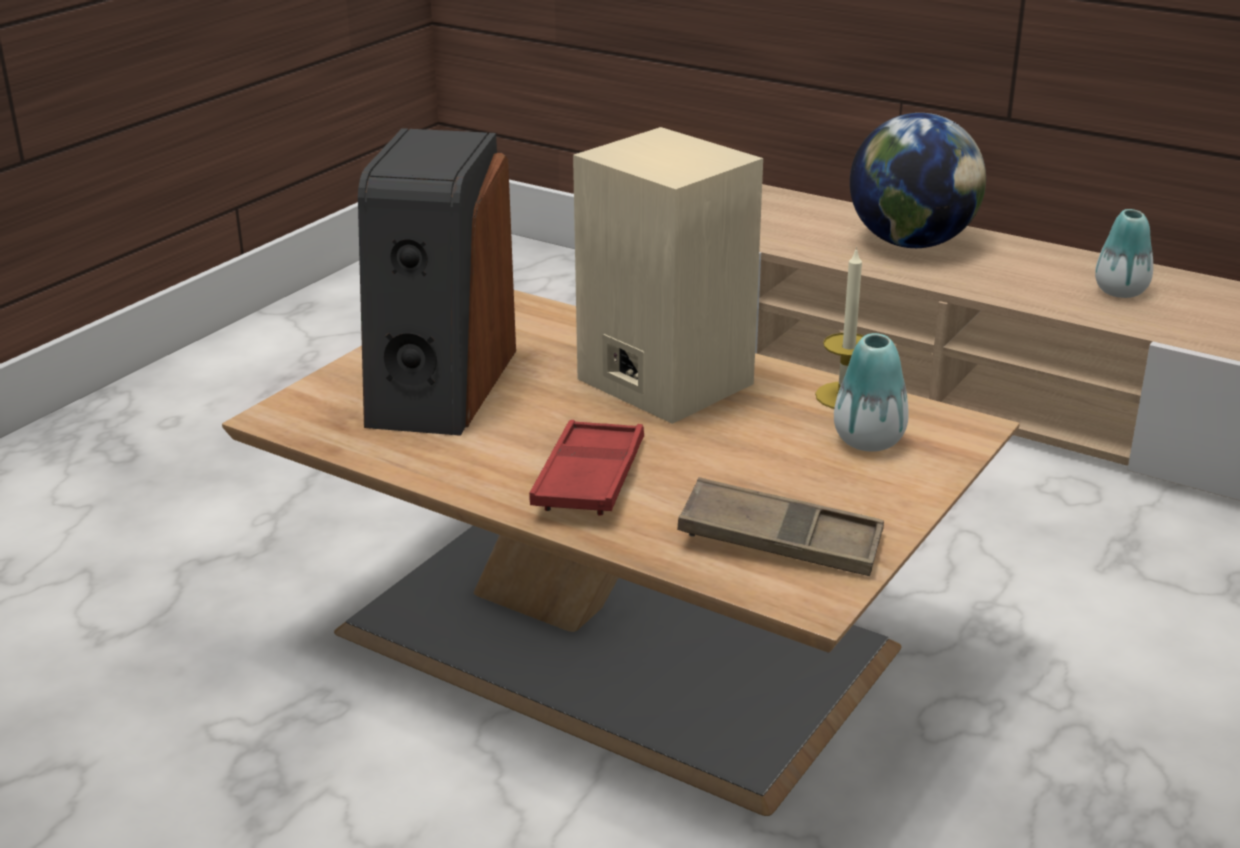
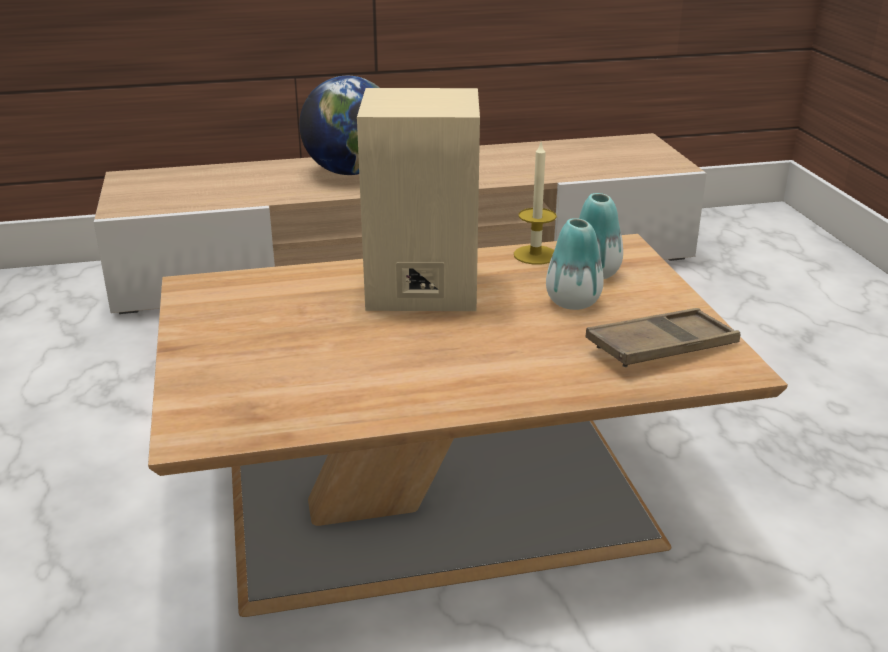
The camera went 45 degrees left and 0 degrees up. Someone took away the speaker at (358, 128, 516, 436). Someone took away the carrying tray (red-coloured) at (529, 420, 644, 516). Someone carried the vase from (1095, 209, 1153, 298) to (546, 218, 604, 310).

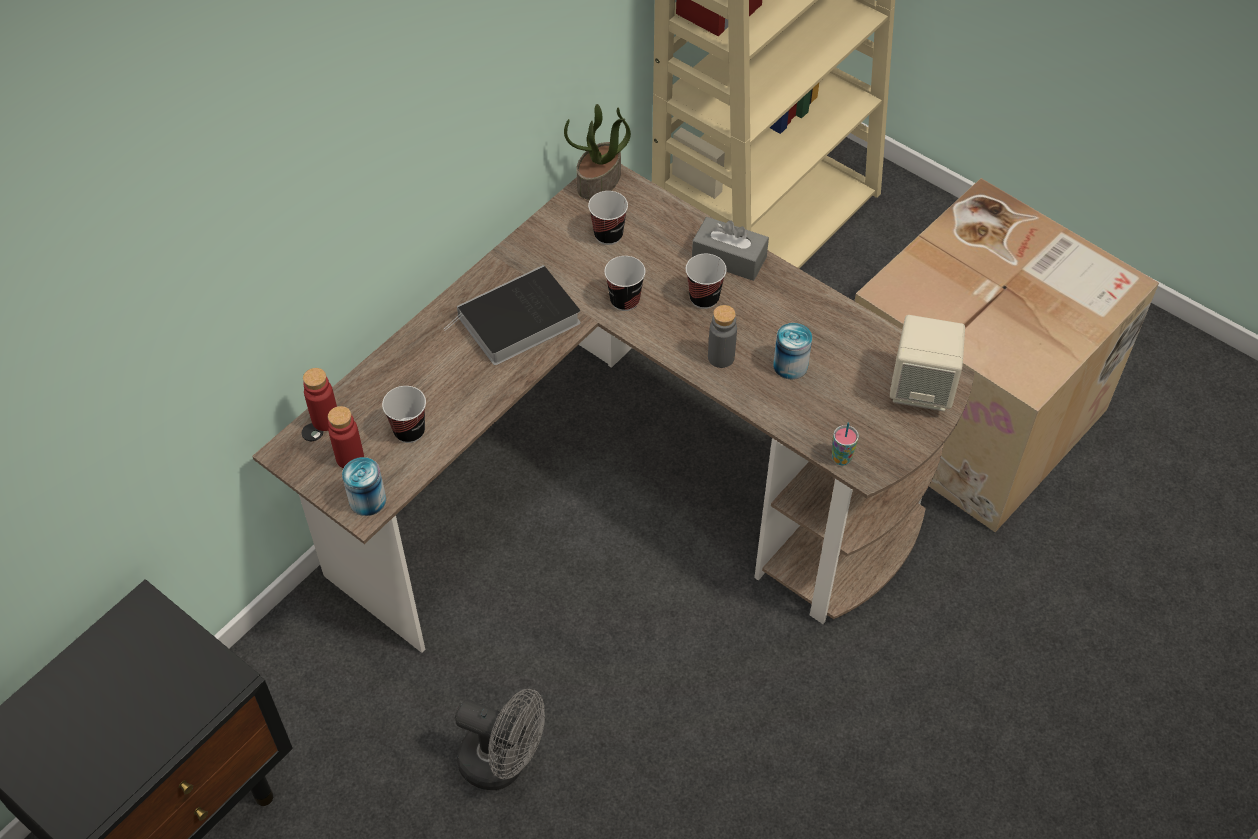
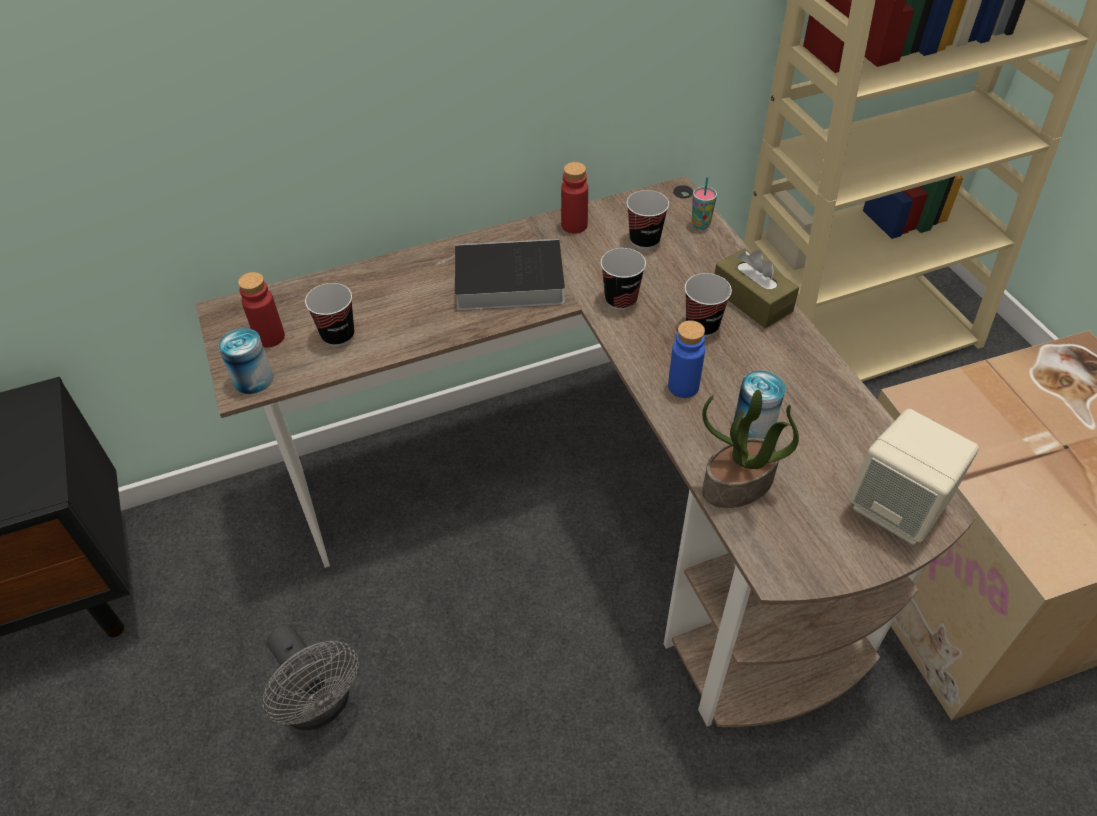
The camera went 30 degrees right and 5 degrees down. Someone carried the beverage bottle (red-coloured) from (303, 368, 337, 431) to (561, 162, 588, 234). Someone carried the plant in a pot from (564, 104, 631, 200) to (702, 390, 799, 508). Someone carried the small cup from (832, 422, 859, 465) to (692, 177, 717, 230). Someone repainted the tissue holder (grey) at (692, 217, 769, 281), which became the tissue holder (brownish) at (715, 248, 799, 328). Someone repainted the beverage bottle (grey) at (708, 305, 737, 368), which became the beverage bottle (blue) at (668, 320, 705, 398).

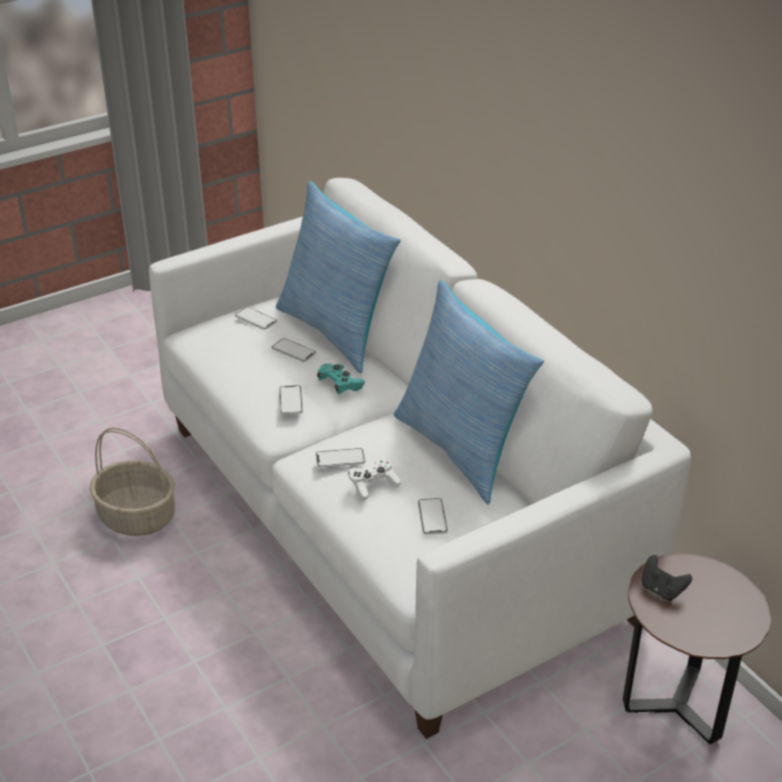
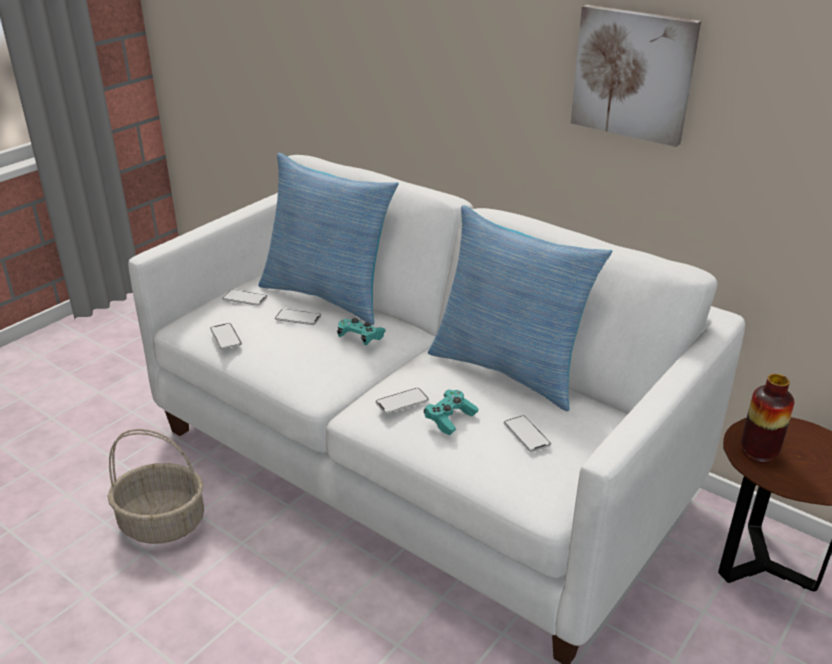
The camera went 20 degrees left and 5 degrees down. Someone put up the wall picture at (571, 5, 701, 147). Someone carried the phone from (279, 385, 303, 415) to (210, 323, 242, 349). Someone swapped the joypad (blackish) at (642, 555, 692, 601) for the vase at (741, 374, 795, 463). Someone repainted the joypad (whitish) at (348, 458, 401, 501), which became the joypad (turquoise) at (424, 390, 478, 435).

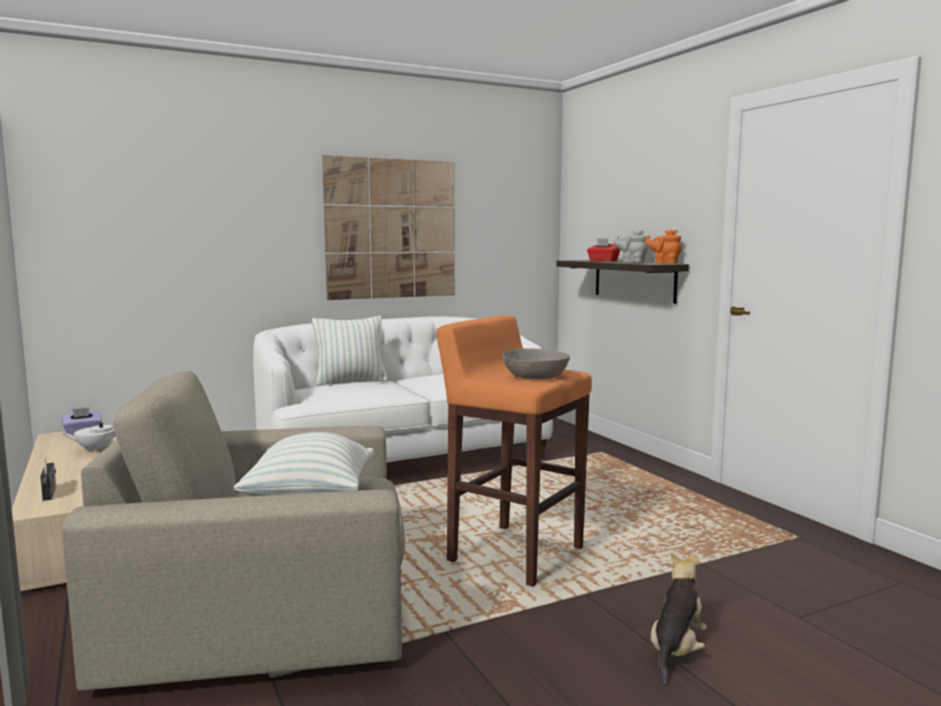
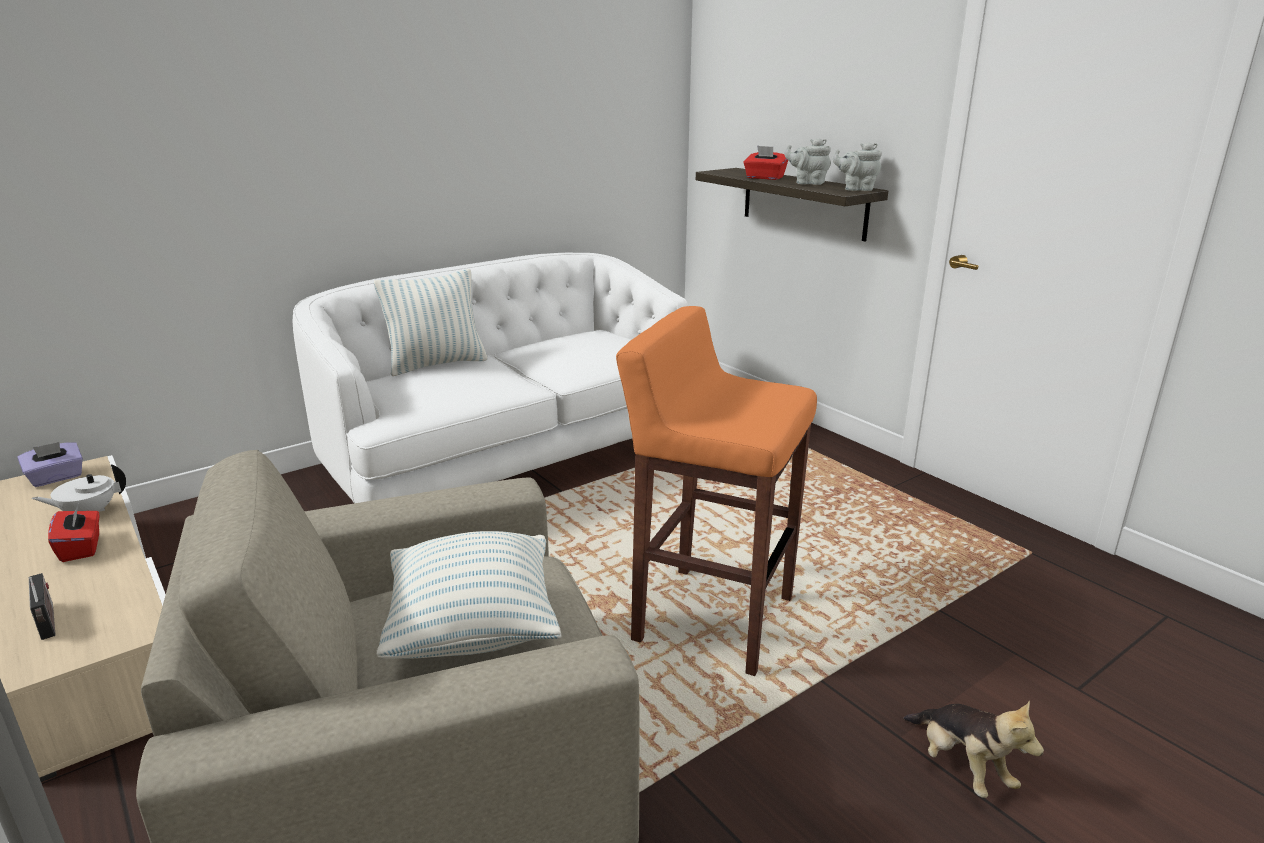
The camera went 10 degrees left and 15 degrees up. Someone took away the wall picture at (322, 155, 455, 300). Someone took away the serving bowl (grey) at (503, 348, 570, 379). Someone put down the tissue holder (red-coloured) at (48, 503, 99, 562). Someone repainted the teapot (orange) at (645, 230, 682, 264), which became the teapot (grey) at (832, 142, 882, 191). Someone rotated the plush toy at (651, 553, 707, 685) by 135 degrees clockwise.

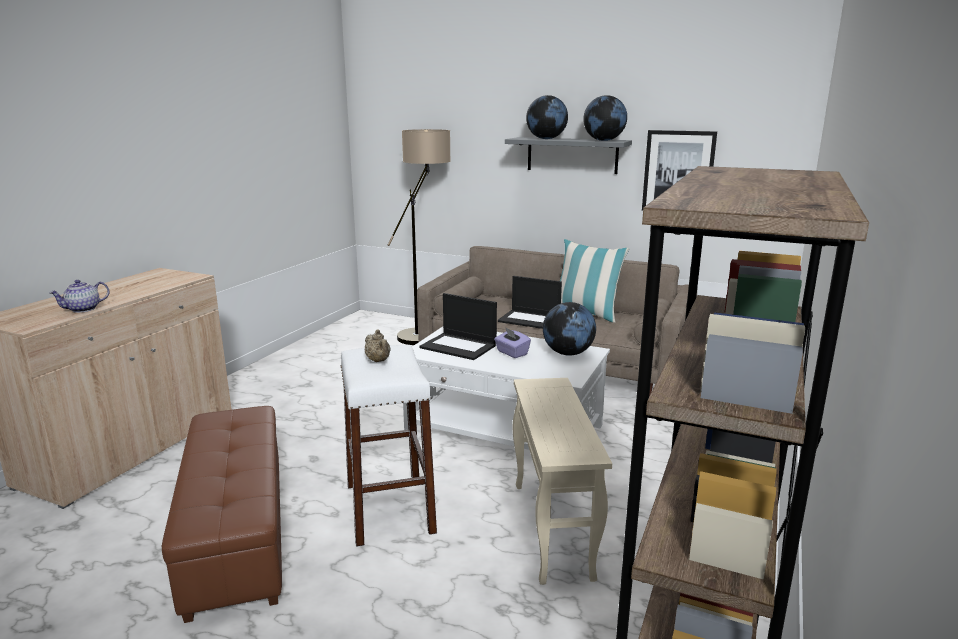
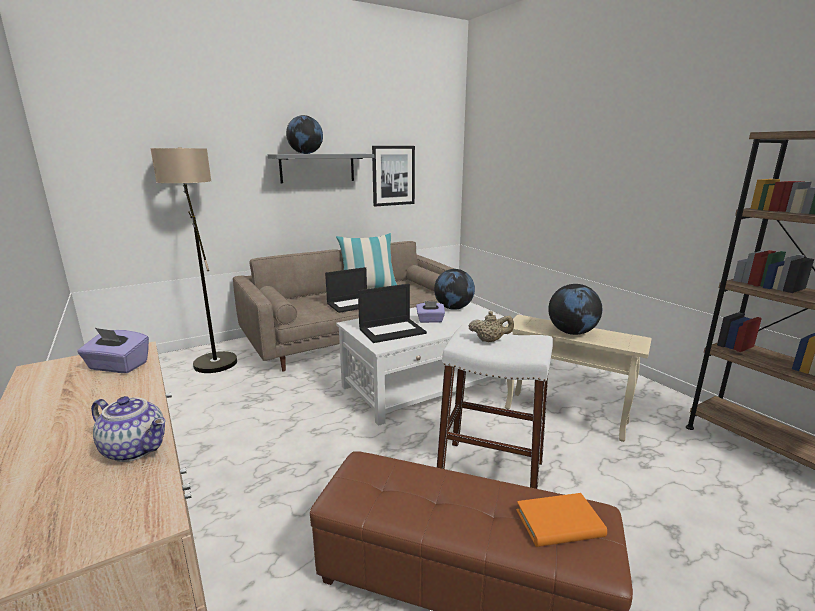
The camera went 55 degrees left and 0 degrees up. Someone put down the tissue holder (purplish) at (77, 328, 149, 373). Someone put down the book (orange) at (516, 493, 607, 547). Someone carried the world globe from (583, 95, 627, 141) to (548, 284, 602, 335). Someone rotated the teapot at (49, 280, 109, 313) by 60 degrees counterclockwise.

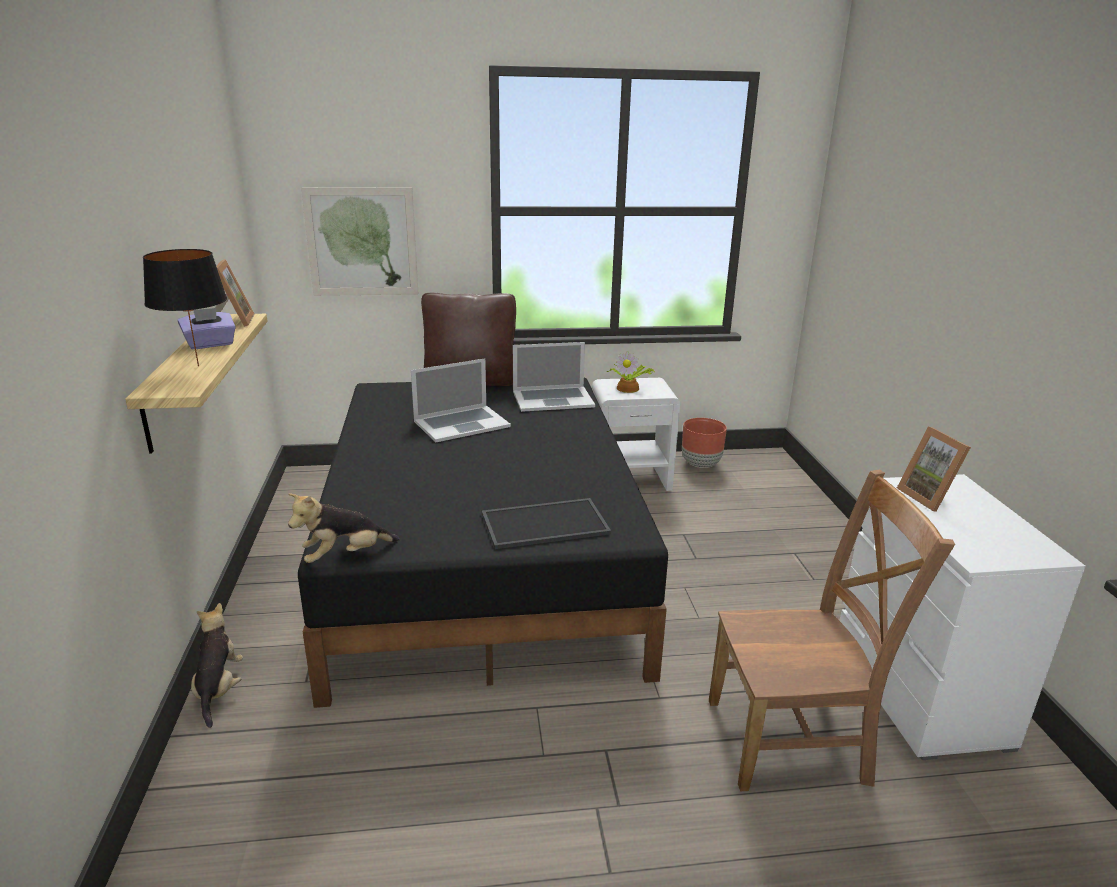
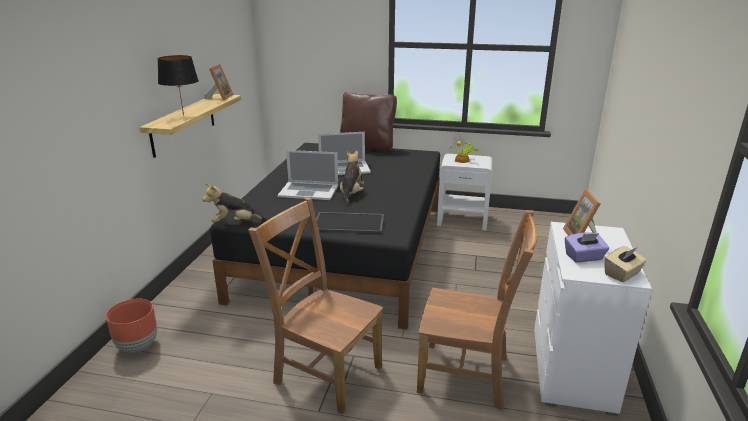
The camera went 20 degrees right and 0 degrees up. Someone took away the wall picture at (301, 187, 418, 296). Someone put down the plain chair (brownish) at (248, 197, 384, 414). Someone put down the tissue holder (sand-coloured) at (604, 246, 647, 282). Someone carried the tissue holder (purplish) from (178, 308, 236, 349) to (565, 233, 609, 262). Someone carried the plush toy from (191, 603, 243, 728) to (340, 151, 364, 205). Someone carried the laptop from (513, 342, 595, 412) to (277, 150, 338, 200). Someone carried the planter (brownish) from (682, 418, 727, 468) to (106, 298, 157, 353).

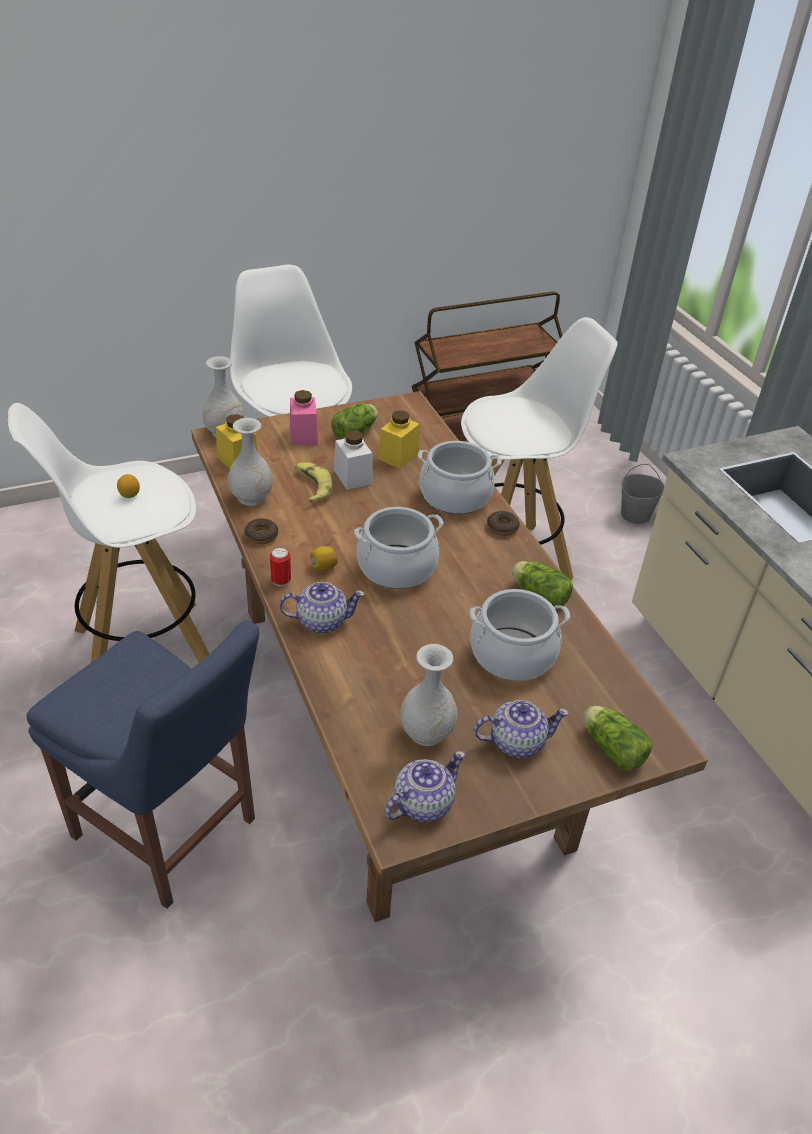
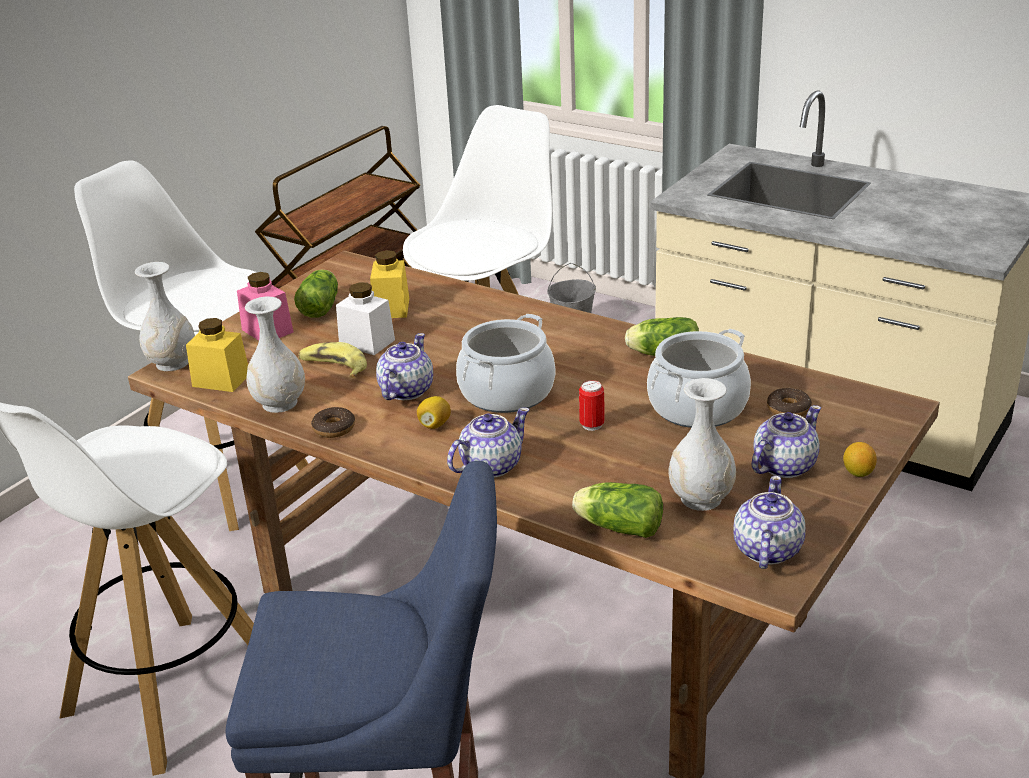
The camera went 30 degrees left and 10 degrees down. Someone took away the saucepot at (418, 441, 501, 514). Someone put down the teapot at (376, 333, 433, 400). Someone carried the citrus fruit from (117, 474, 140, 498) to (843, 442, 877, 477). Someone carried the sealed can from (270, 547, 291, 586) to (579, 380, 605, 431). Someone carried the ring doughnut from (487, 511, 520, 536) to (767, 388, 812, 416). Someone carried the head of lettuce from (584, 706, 652, 771) to (572, 482, 663, 538).

